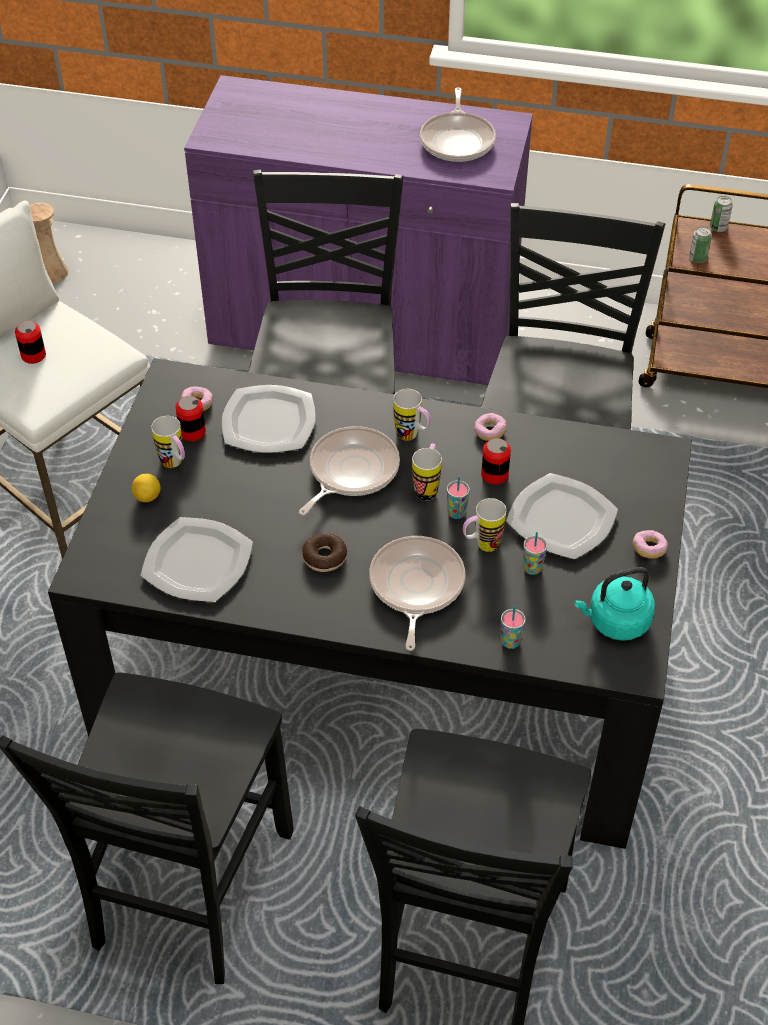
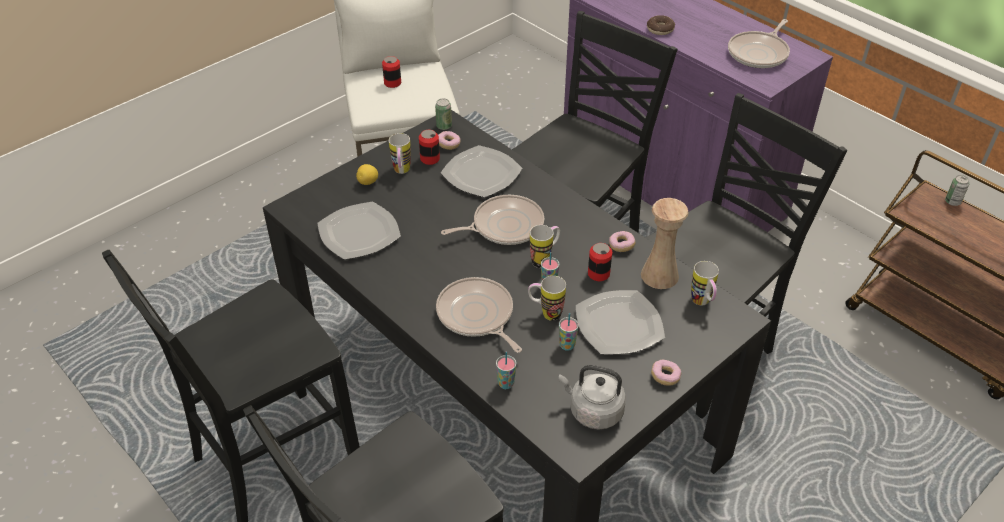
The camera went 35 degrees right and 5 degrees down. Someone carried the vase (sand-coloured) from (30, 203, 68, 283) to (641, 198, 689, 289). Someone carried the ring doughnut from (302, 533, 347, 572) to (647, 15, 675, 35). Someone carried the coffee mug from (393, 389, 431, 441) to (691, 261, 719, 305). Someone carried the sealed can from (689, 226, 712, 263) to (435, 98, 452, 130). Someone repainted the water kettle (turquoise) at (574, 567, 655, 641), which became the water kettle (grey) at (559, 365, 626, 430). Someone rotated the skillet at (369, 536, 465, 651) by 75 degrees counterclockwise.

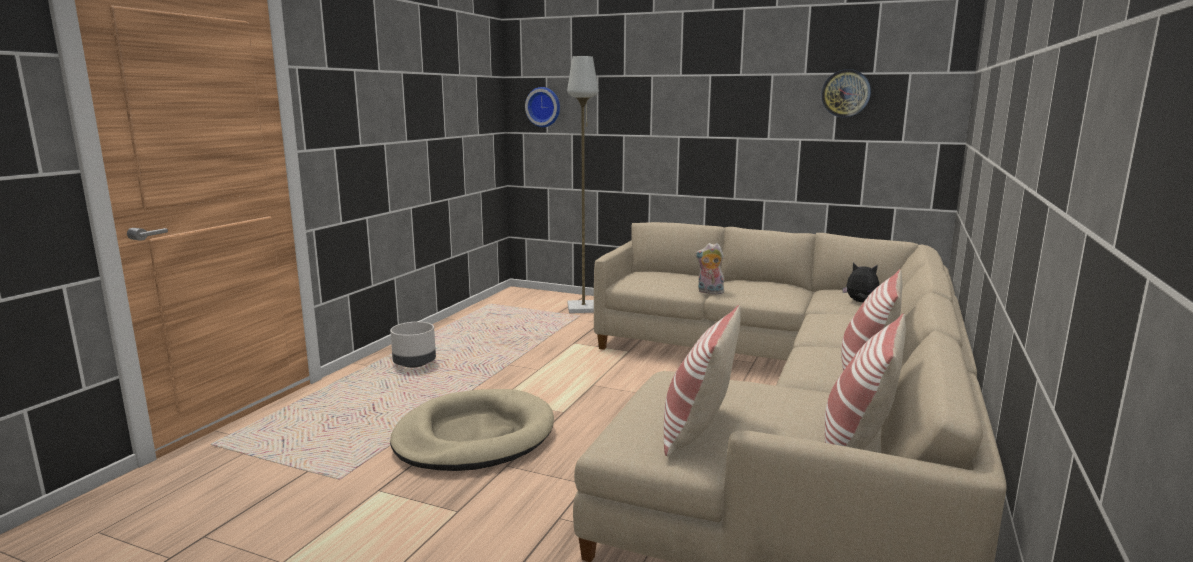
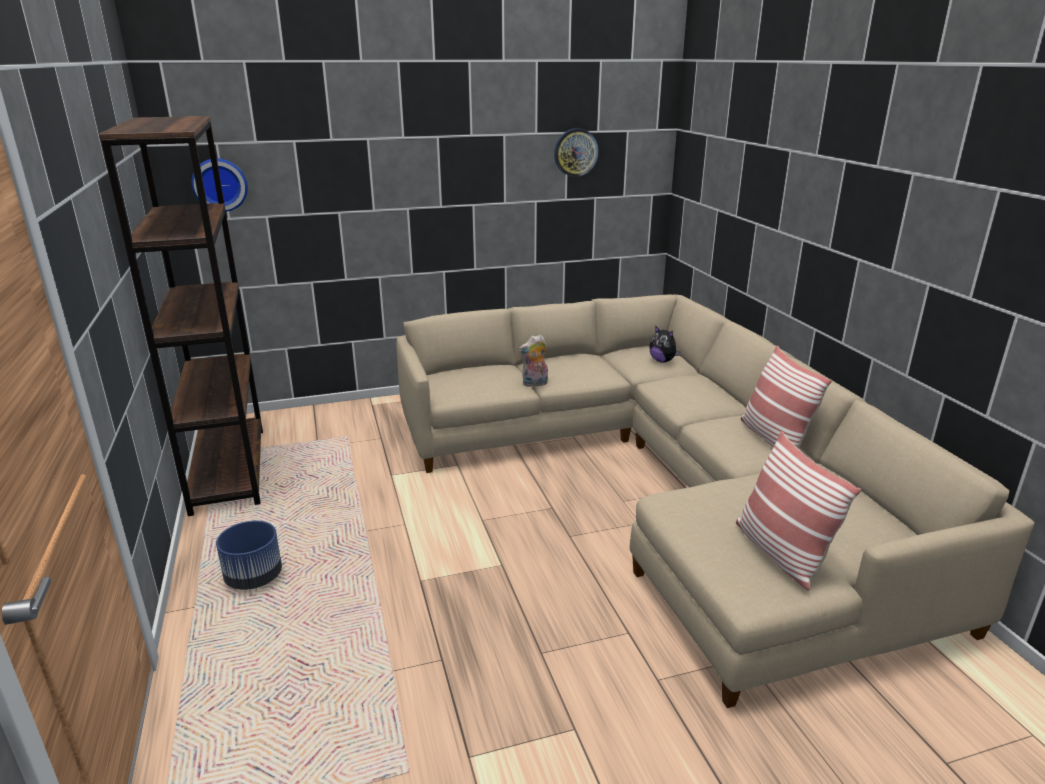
The camera went 40 degrees left and 10 degrees up. Someone took away the pet bed (sand-coloured) at (390, 389, 554, 471). Someone took away the standard lamp (grey) at (567, 56, 598, 313). Someone took away the pillow at (825, 314, 906, 450). Someone put down the bookshelf (brownish) at (99, 116, 263, 516). Someone repainted the planter (grey) at (390, 322, 436, 368), which became the planter (blue) at (216, 521, 282, 590). Someone rotated the plush toy at (842, 262, 879, 302) by 120 degrees counterclockwise.

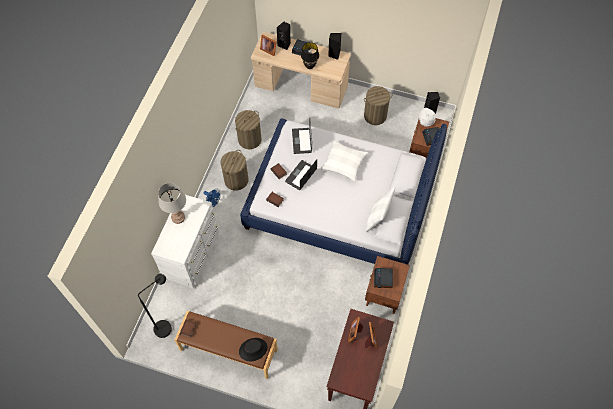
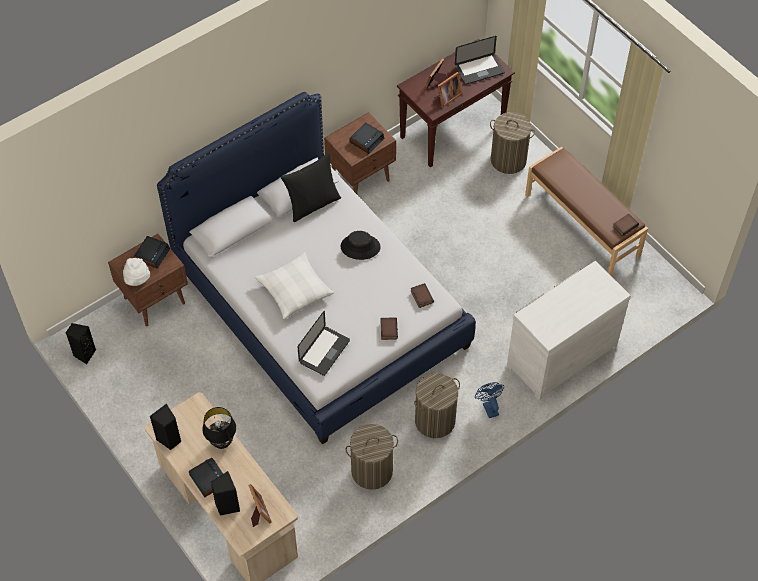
The camera went 145 degrees left and 5 degrees down. Someone took away the standard lamp (blackish) at (138, 274, 172, 338). Someone took away the tabletop lamp (grey) at (158, 183, 186, 224). Someone carried the hat (blackish) from (239, 338, 267, 361) to (341, 231, 381, 260). Someone carried the laptop from (285, 159, 317, 190) to (455, 36, 505, 85). Someone carried the washing basket from (364, 86, 392, 125) to (490, 112, 536, 174). Someone repainted the pillow (whitish) at (366, 187, 395, 232), which became the pillow (blackish) at (281, 152, 341, 222).

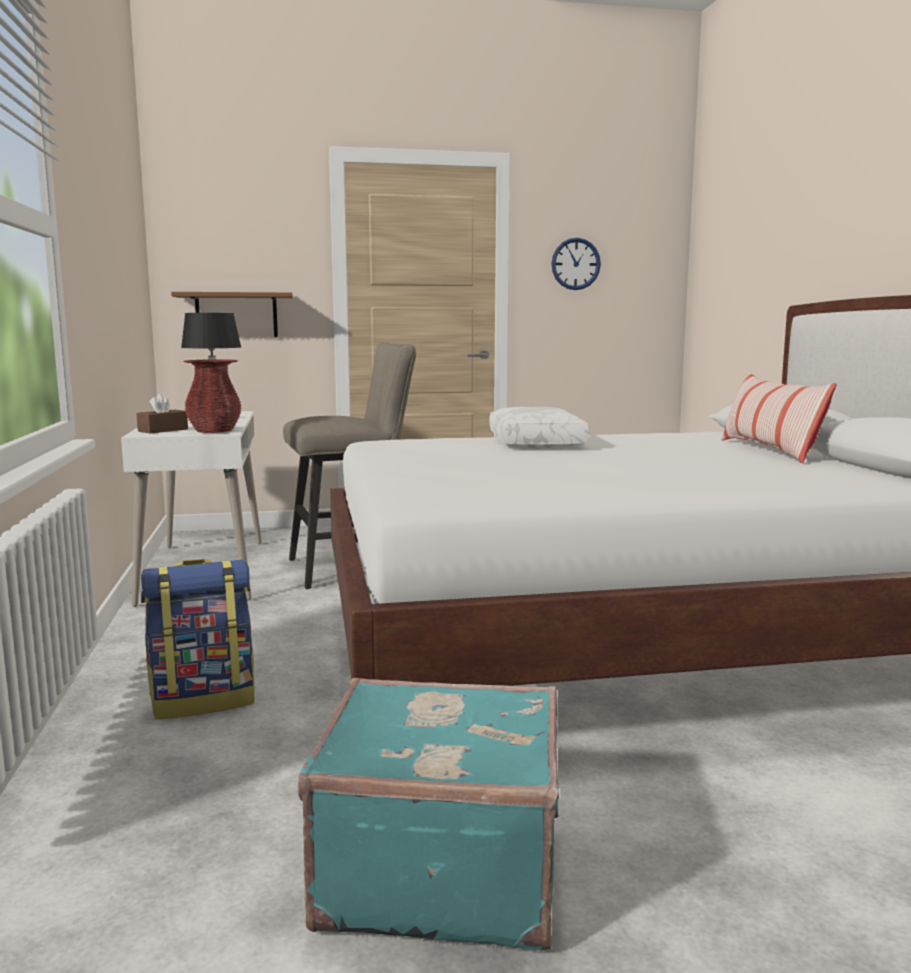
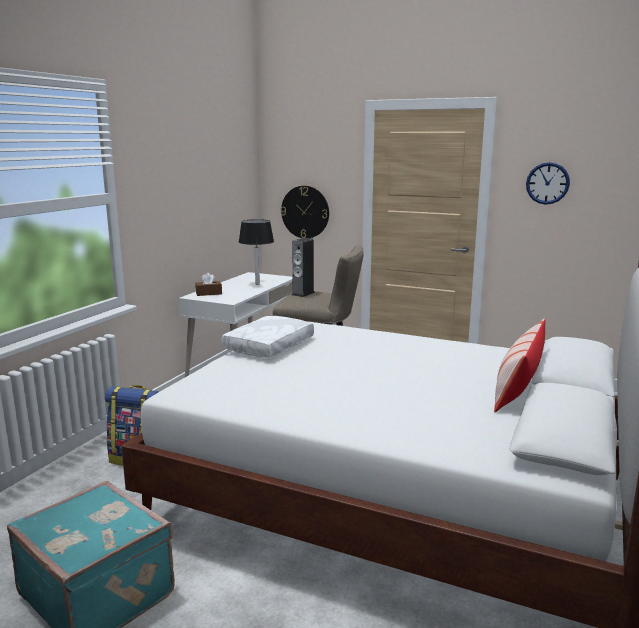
The camera went 35 degrees right and 5 degrees up. Someone took away the vase (red-coloured) at (183, 359, 241, 433). Someone put down the speaker at (292, 238, 315, 297). Someone carried the pillow (whitish) from (489, 407, 589, 448) to (221, 316, 314, 358). Someone swapped the wall shelf (brownish) at (171, 292, 293, 338) for the wall clock at (281, 186, 329, 238).

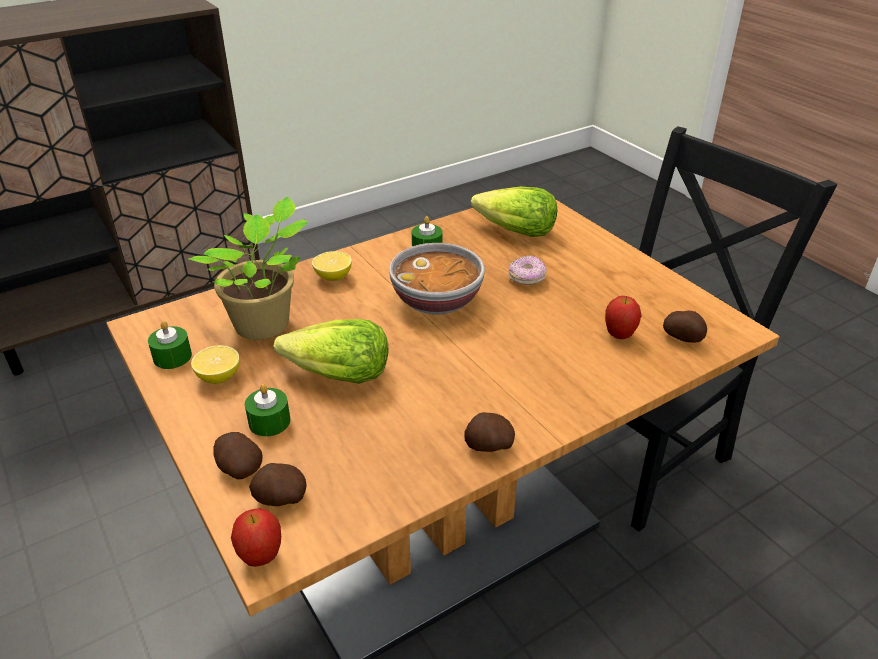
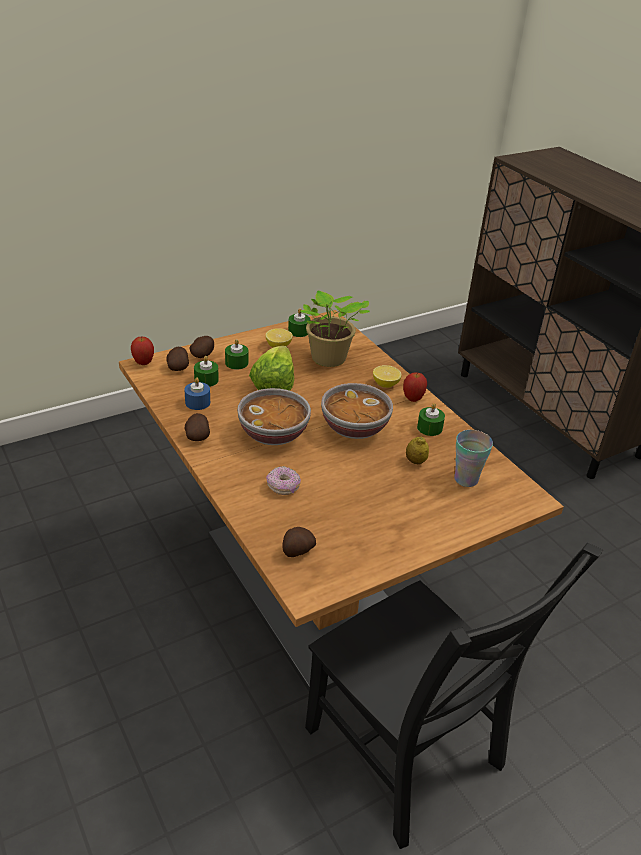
The camera went 90 degrees right and 0 degrees up. Someone put down the wax light (blue) at (184, 377, 210, 410). Someone put down the wax light (green-coloured) at (194, 356, 219, 387). Someone put down the serving bowl at (237, 388, 311, 445). Someone put down the citrus fruit at (406, 437, 429, 464). Someone carried the ring doughnut from (508, 255, 547, 285) to (266, 466, 301, 495). Someone carried the apple from (605, 296, 641, 339) to (403, 372, 427, 402). Someone swapped the head of lettuce at (471, 187, 557, 237) for the small cup at (454, 430, 493, 487).

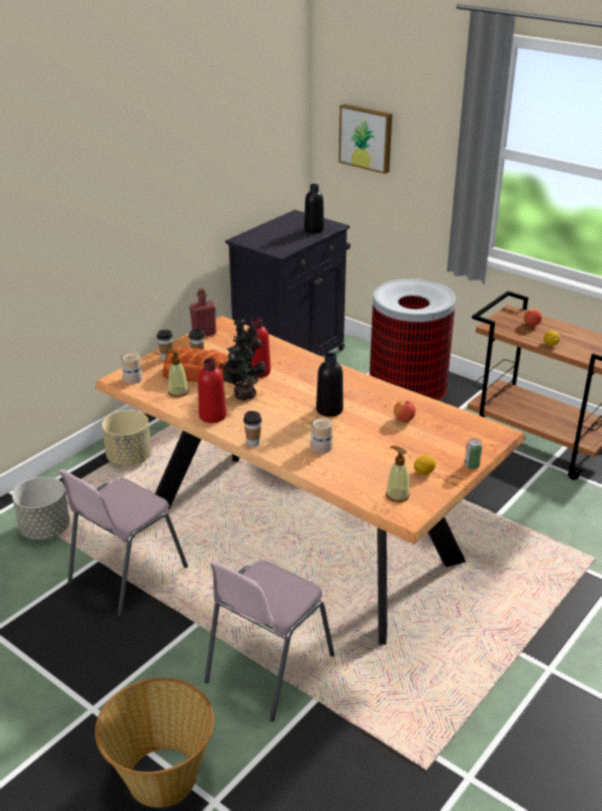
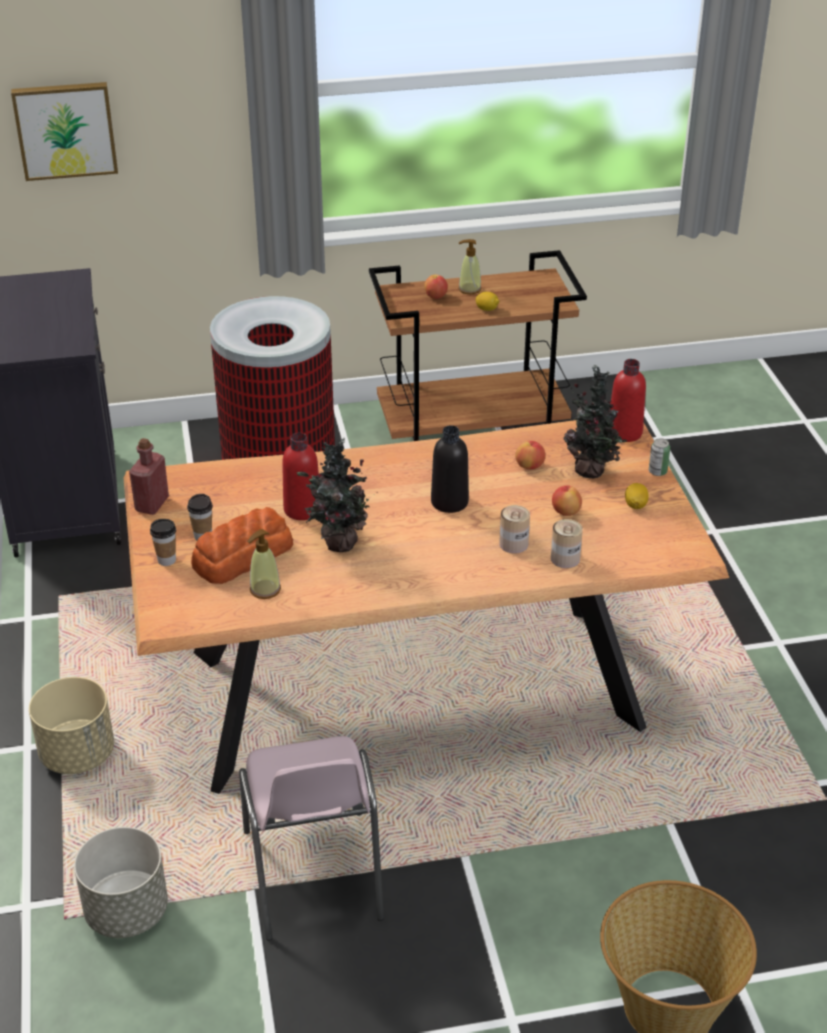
The camera went 50 degrees left and 5 degrees up. Someone took away the plain chair (pink) at (204, 560, 335, 721). Someone took away the small cup at (243, 411, 262, 447). Someone took away the beverage bottle (blackish) at (304, 184, 324, 233). Someone put down the apple at (552, 485, 582, 516). Someone put down the plant in a pot at (563, 364, 627, 478). Someone carried the sealed can from (121, 352, 143, 384) to (551, 519, 583, 568). Someone carried the beverage bottle (red-coloured) from (198, 358, 226, 423) to (610, 359, 646, 442). Someone carried the liquid soap bottle from (386, 446, 410, 503) to (458, 239, 481, 294).

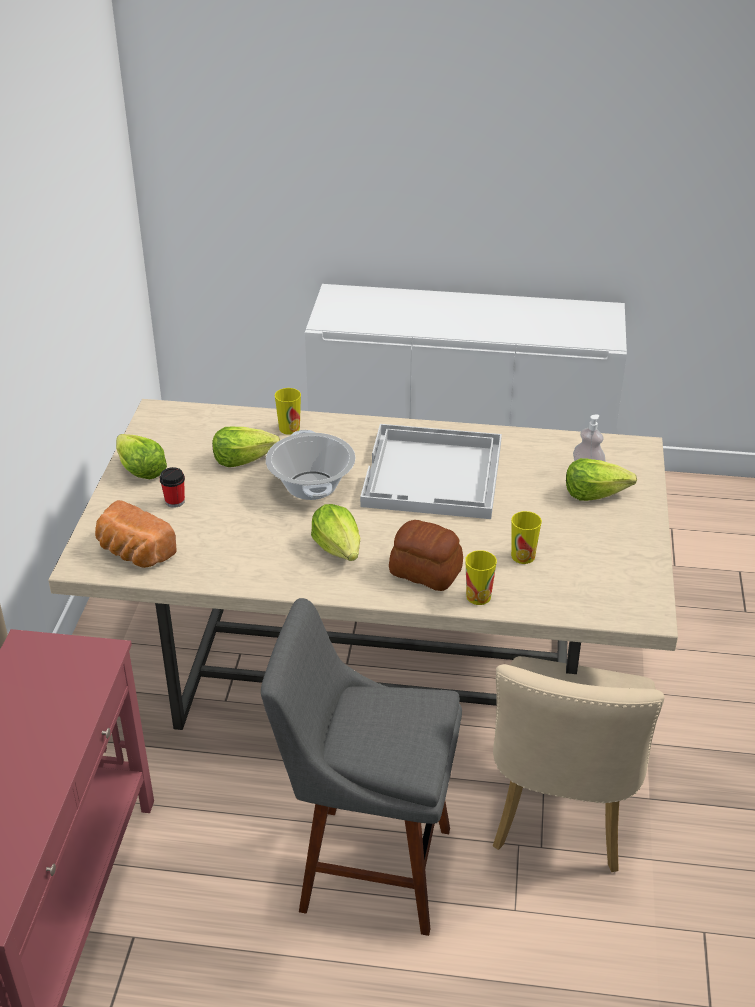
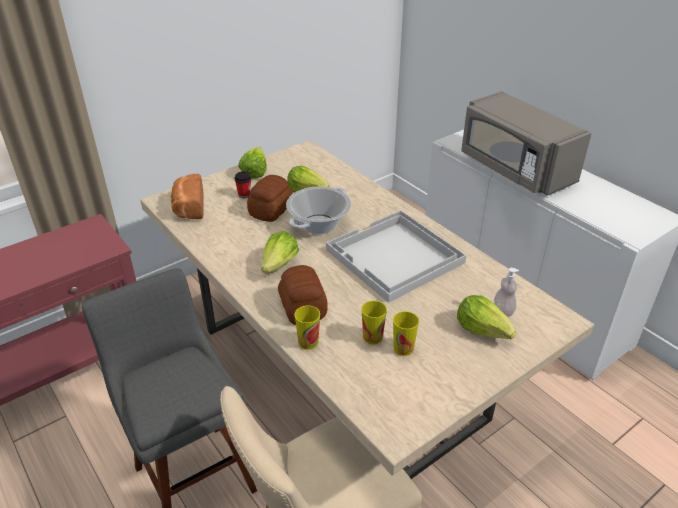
The camera went 45 degrees right and 0 degrees up. Someone put down the bread at (247, 175, 293, 222). Someone put down the microwave (grey) at (461, 91, 592, 196). Someone carried the small cup from (275, 388, 301, 435) to (393, 311, 419, 356).

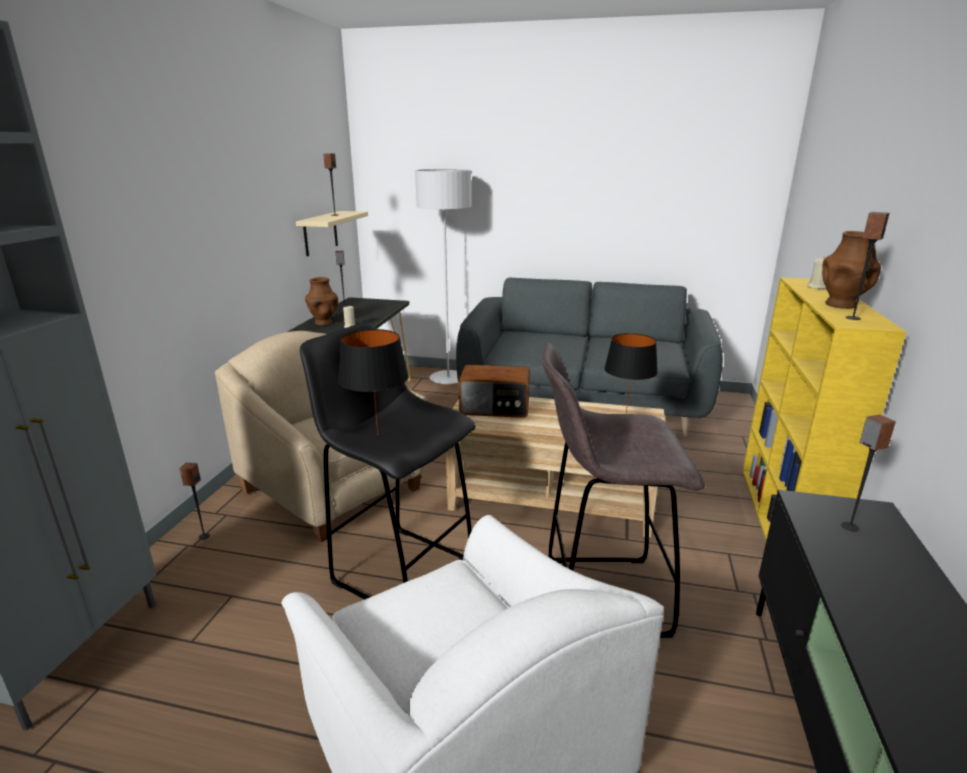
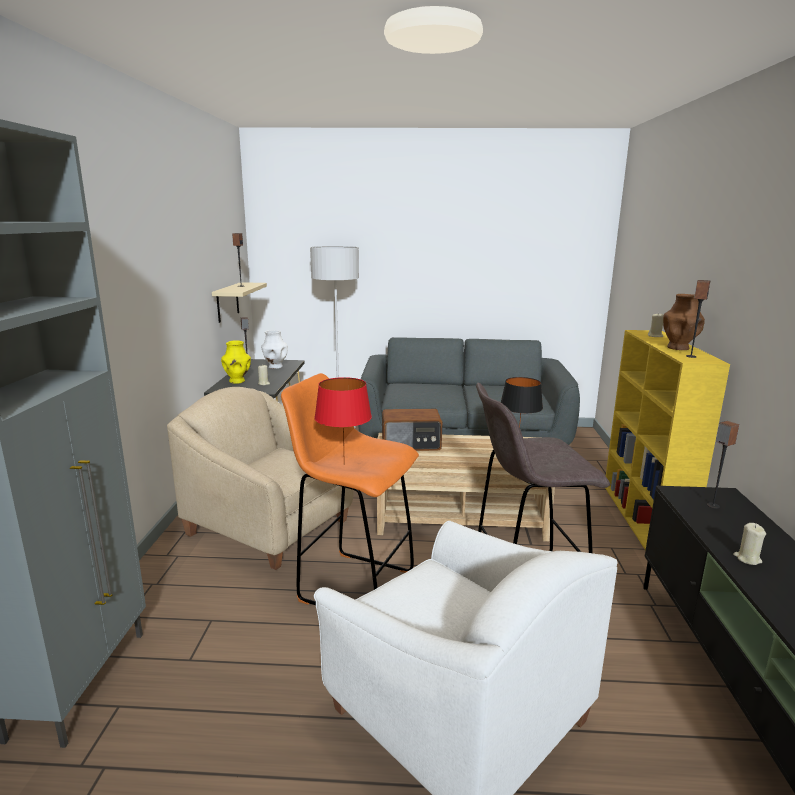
The camera went 10 degrees left and 5 degrees down. Someone took away the speaker at (179, 463, 210, 540). Someone put down the vase (whitish) at (261, 330, 288, 369). Someone put down the wax light (sand-coloured) at (733, 523, 766, 565). Someone repainted the stool seat (blackish) at (300, 322, 476, 600), which became the stool seat (orange) at (281, 373, 419, 605). Someone repainted the vase (brownish) at (305, 277, 338, 325), which became the vase (yellow) at (221, 340, 251, 384). Someone repainted the tabletop lamp (blackish) at (338, 329, 408, 435), which became the tabletop lamp (red-coloured) at (314, 377, 372, 465).

